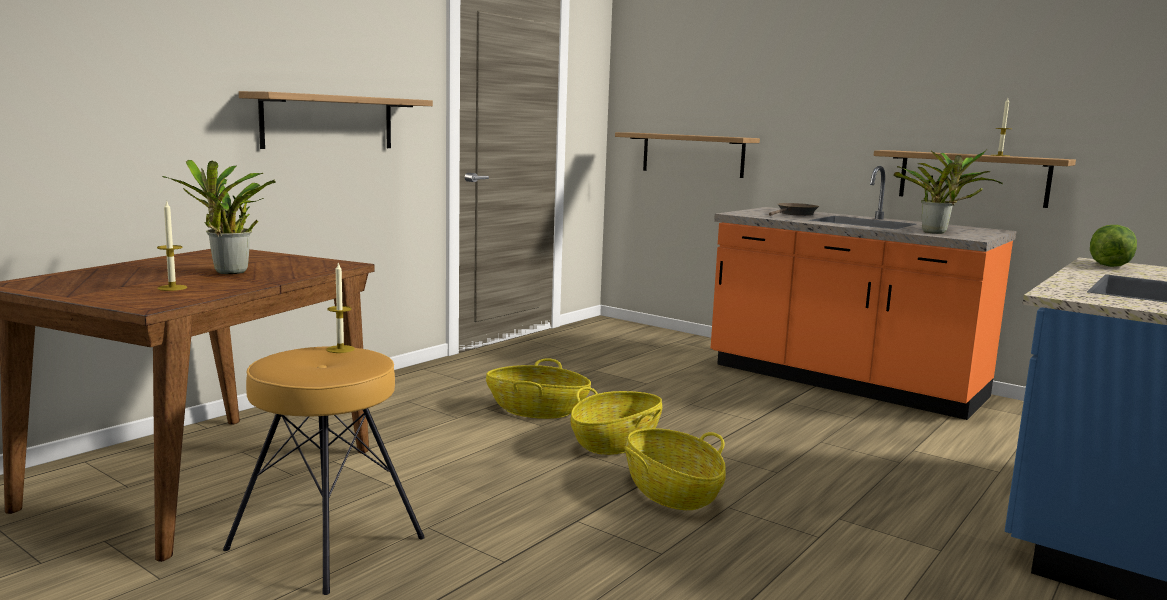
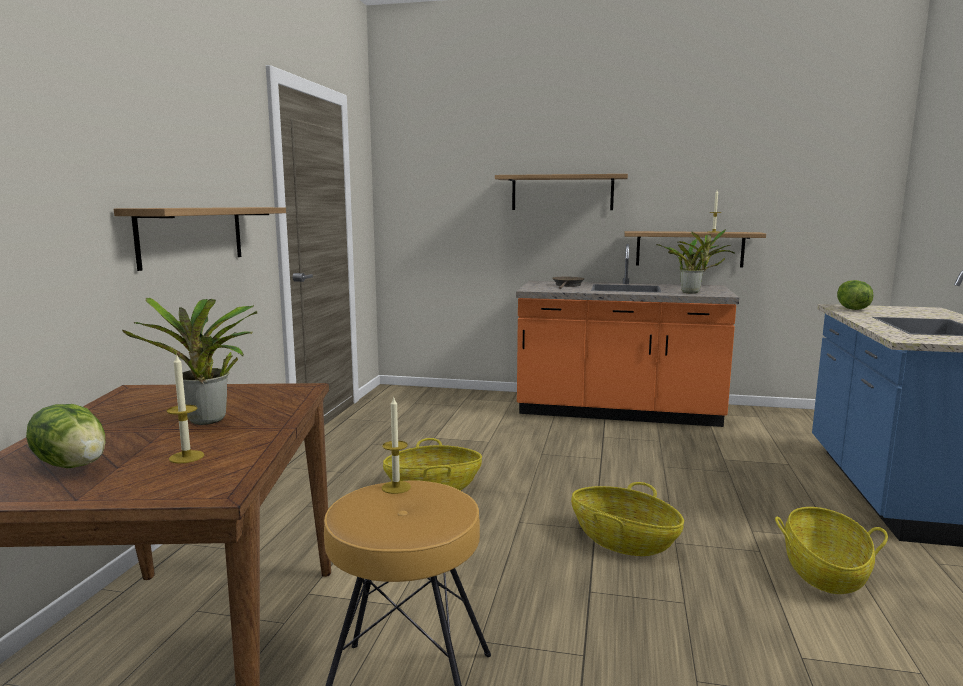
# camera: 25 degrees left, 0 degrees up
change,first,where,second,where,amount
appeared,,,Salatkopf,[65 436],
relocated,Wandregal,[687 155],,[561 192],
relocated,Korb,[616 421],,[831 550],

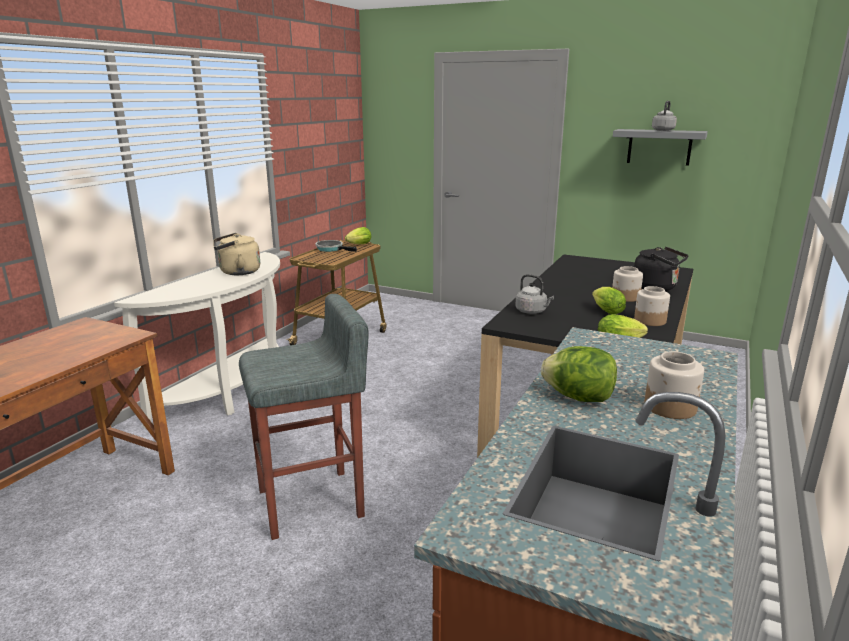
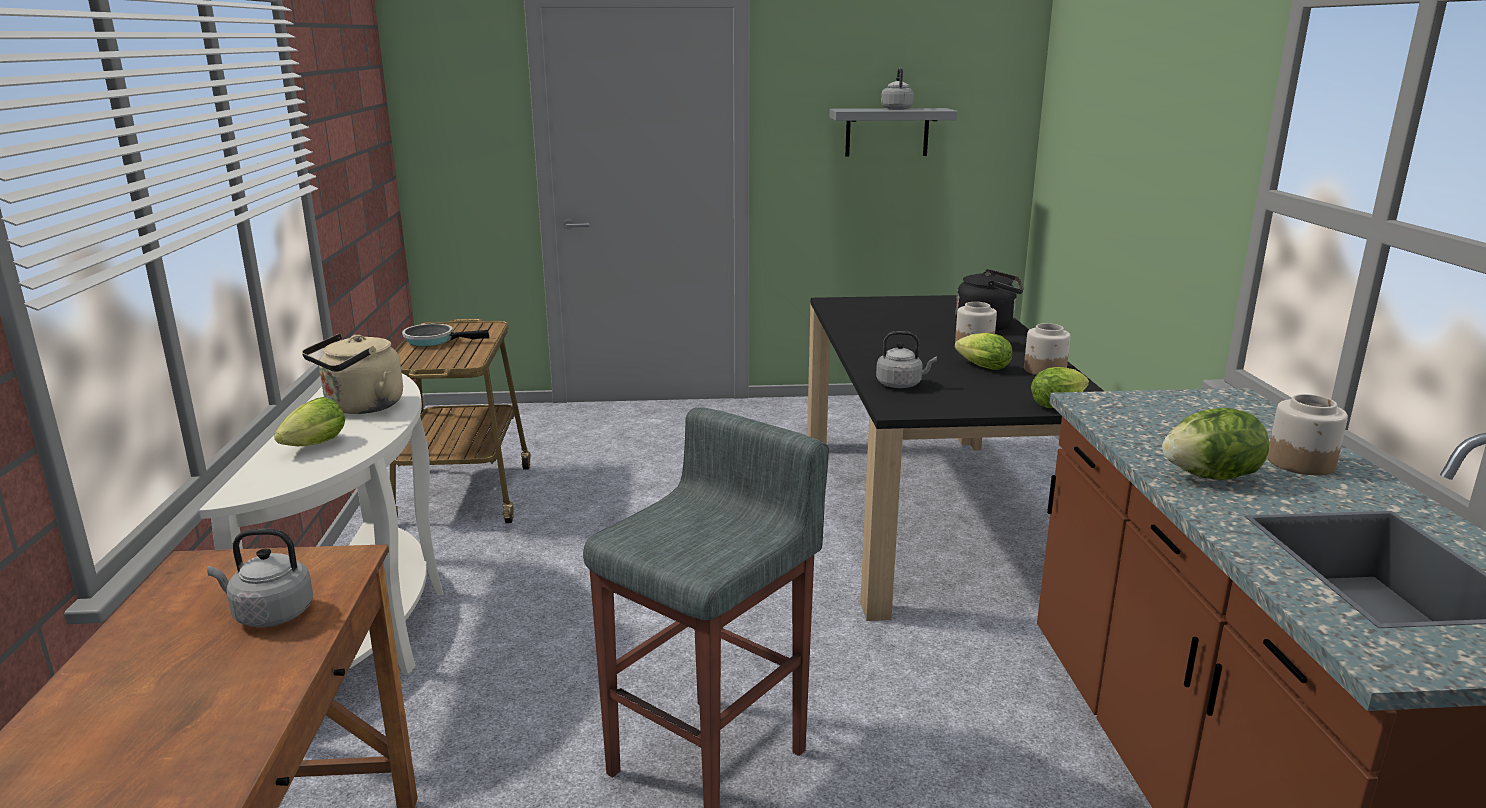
# camera: 30 degrees left, 0 degrees up
change,first,where,second,where,amount
appeared,,,Wasserkessel/grau,[260 577],
relocated,Salatkopf,[358 235],,[309 421],

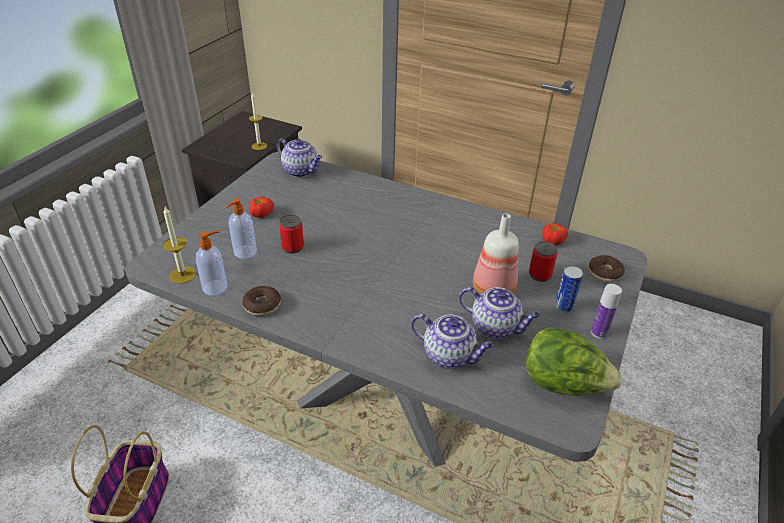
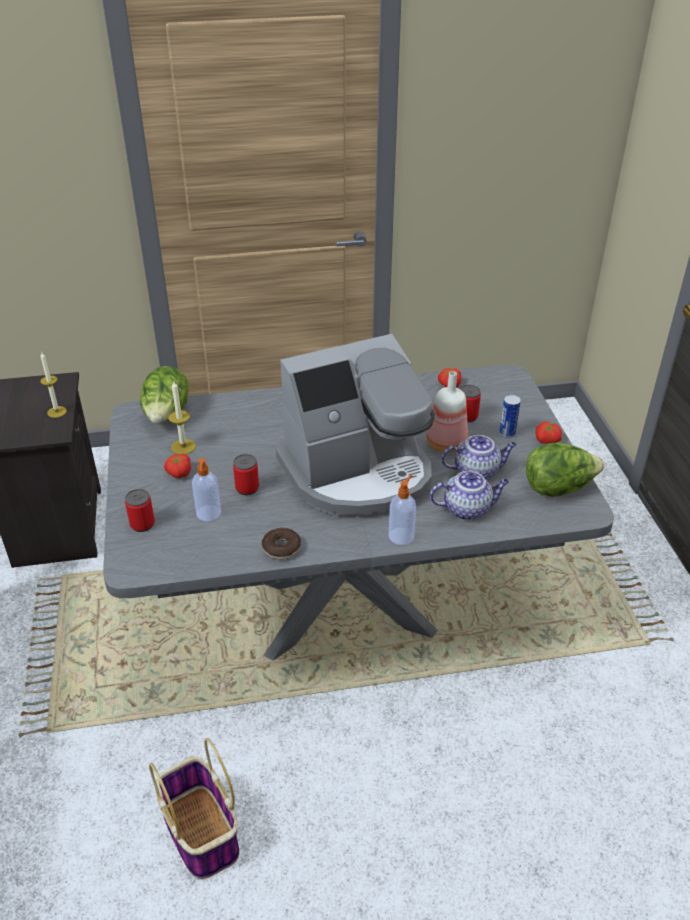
# camera: 35 degrees left, 0 degrees up
change,first,where,second,where,amount
appeared,,,Dose,[140 510],
exchanged,Teekanne,[299 157],Salatkopf,[164 394],
relocated,Kerze,[179 245],,[182 418],
appeared,,,Kaffeemaschine,[355 425],
relocated,Seifenspender,[211 263],,[402 510],
exchanged,Flasche,[606 311],Tomate,[549 432],
missing,Donut,[606 268],,,

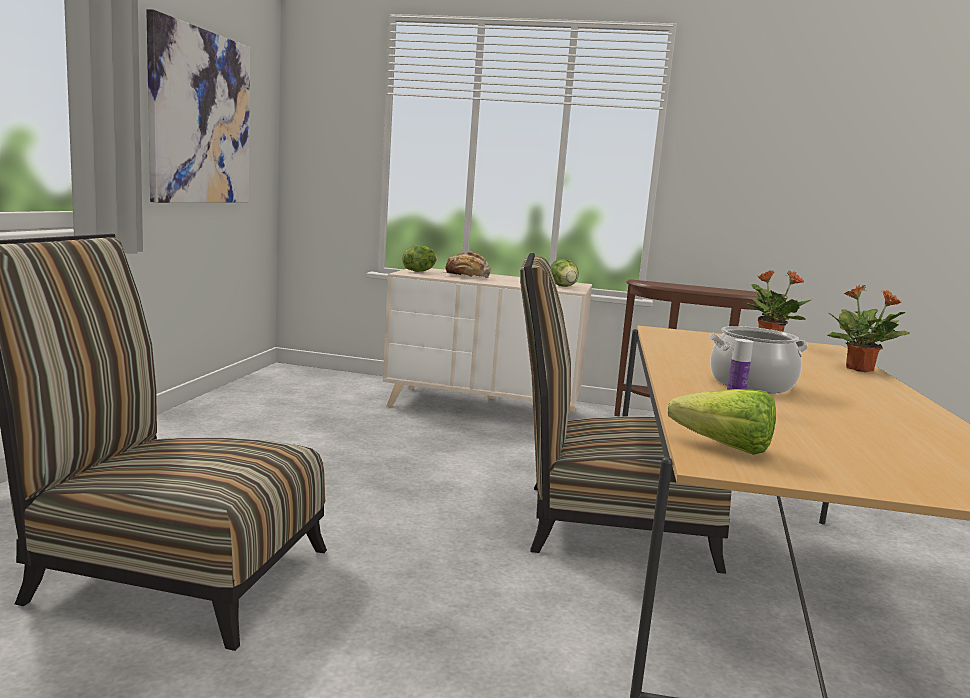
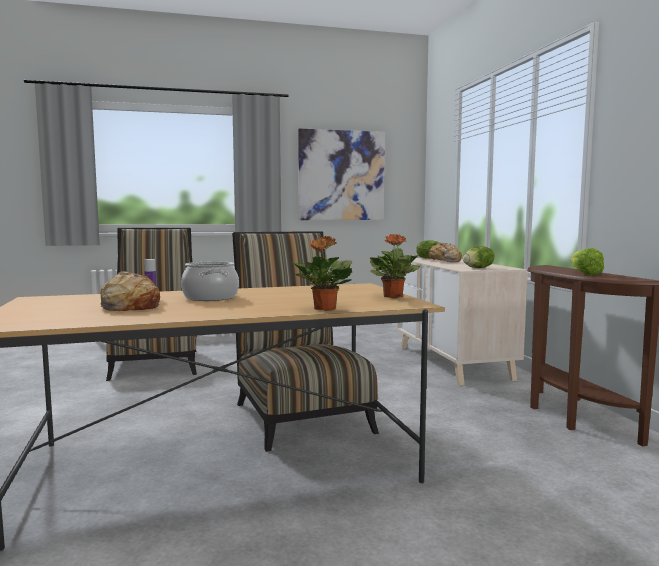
# camera: 65 degrees right, 5 degrees down
change,first,where,second,where,amount
appeared,,,Brot,[130 291],
relocated,Salatkopf,[722 422],,[587 262],

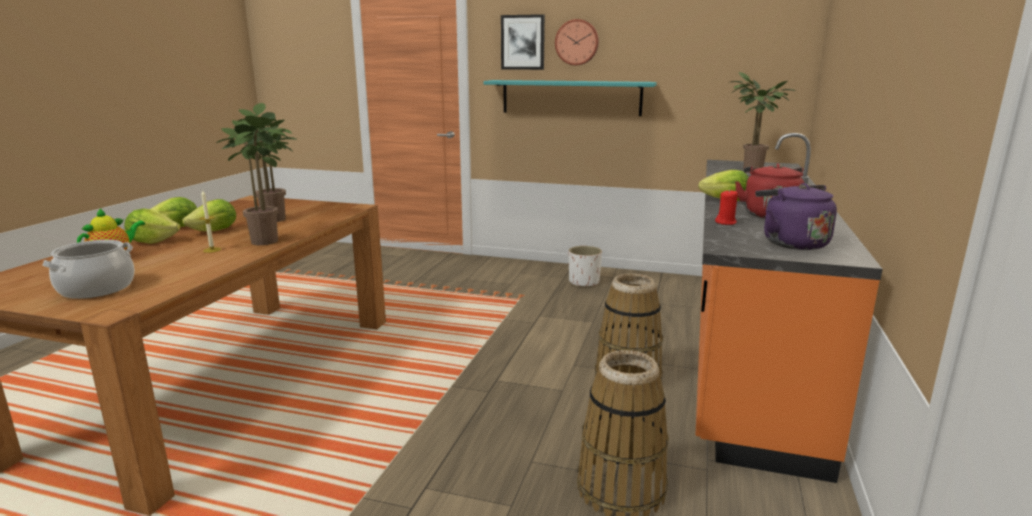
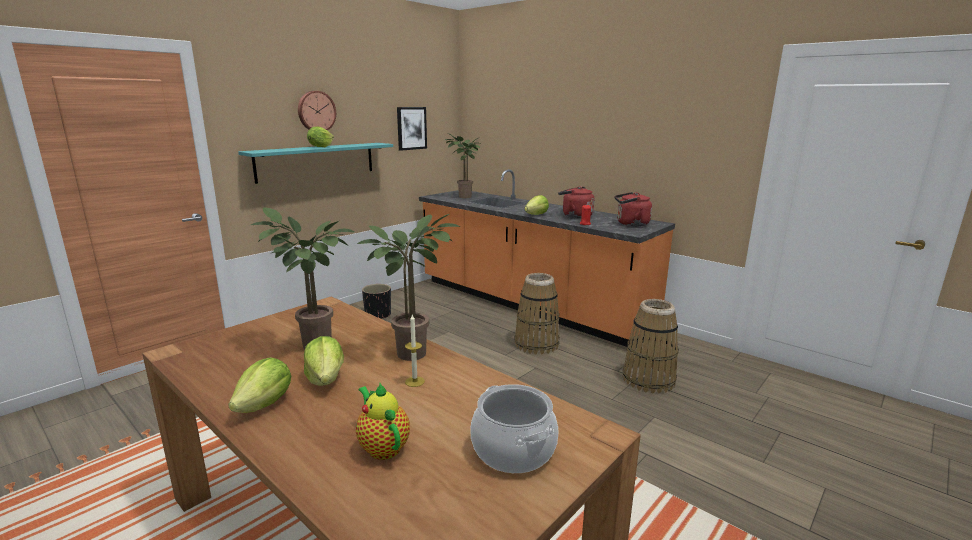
# camera: 65 degrees left, 0 degrees up
change,first,where,second,where,amount
relocated,Salatkopf,[152 226],,[320 137],
colour,Pflanzkübel/weiß,[585 266],Pflanzkübel/schwarz,[376 301],
relocated,Bild,[523 42],,[412 129],
colour,Wasserkessel/lila,[796 216],Wasserkessel/rot,[633 209],

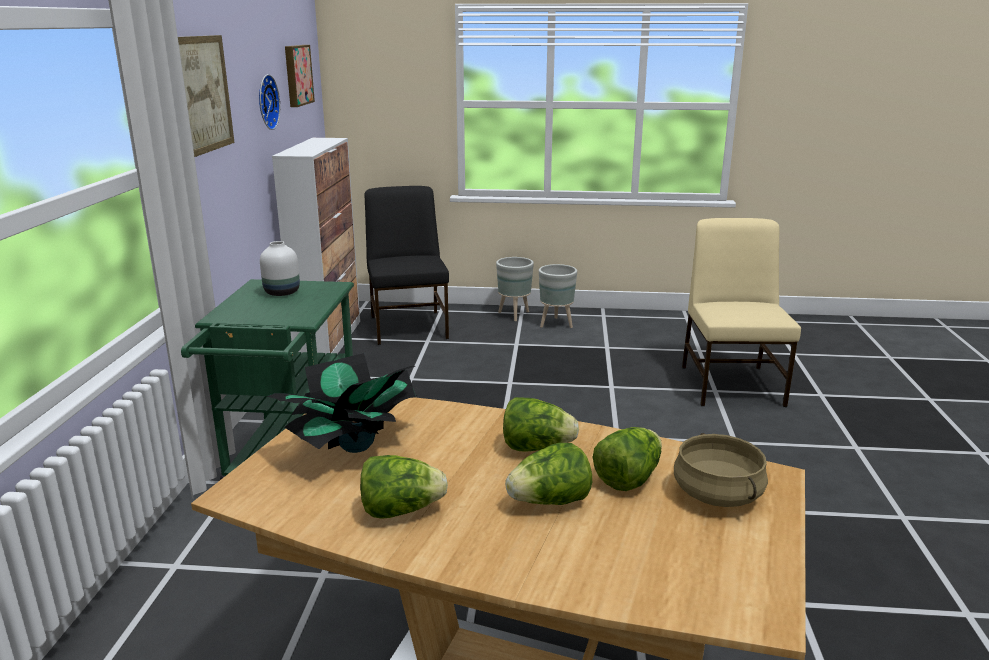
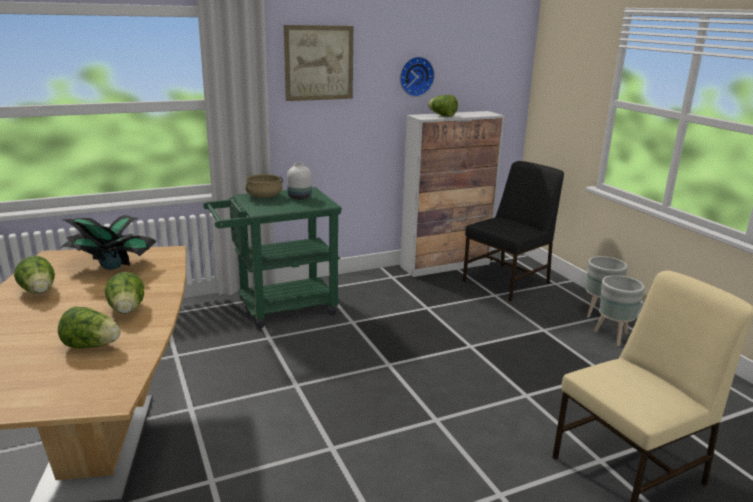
# camera: 60 degrees right, 0 degrees up
change,first,where,second,where,amount
relocated,Kochtopf/beige,[721 470],,[264 186],
relocated,Salatkopf,[548 474],,[443 106],
missing,Bild,[300 76],,,

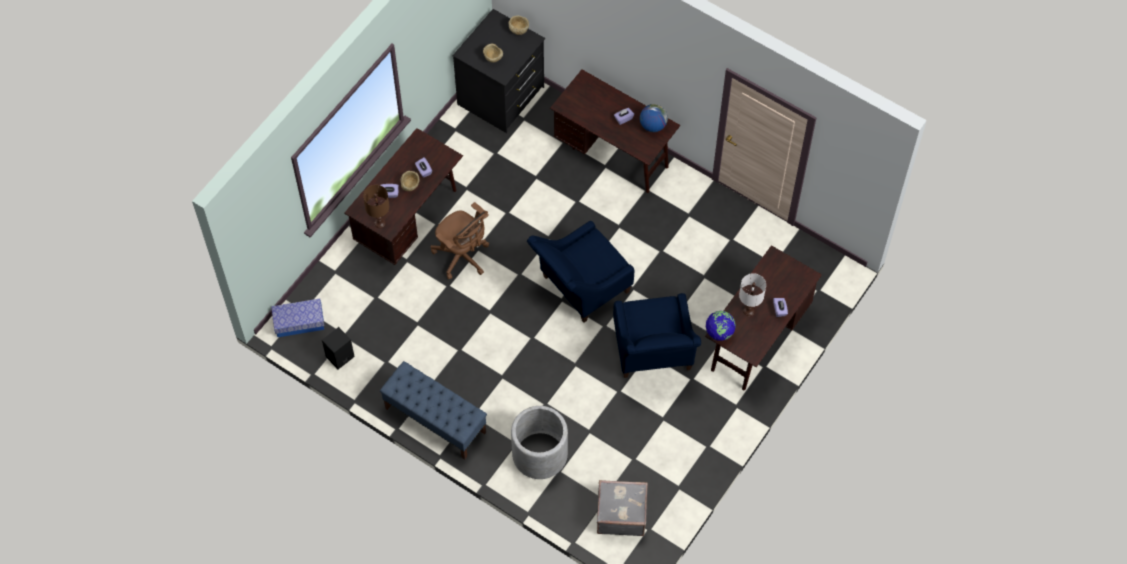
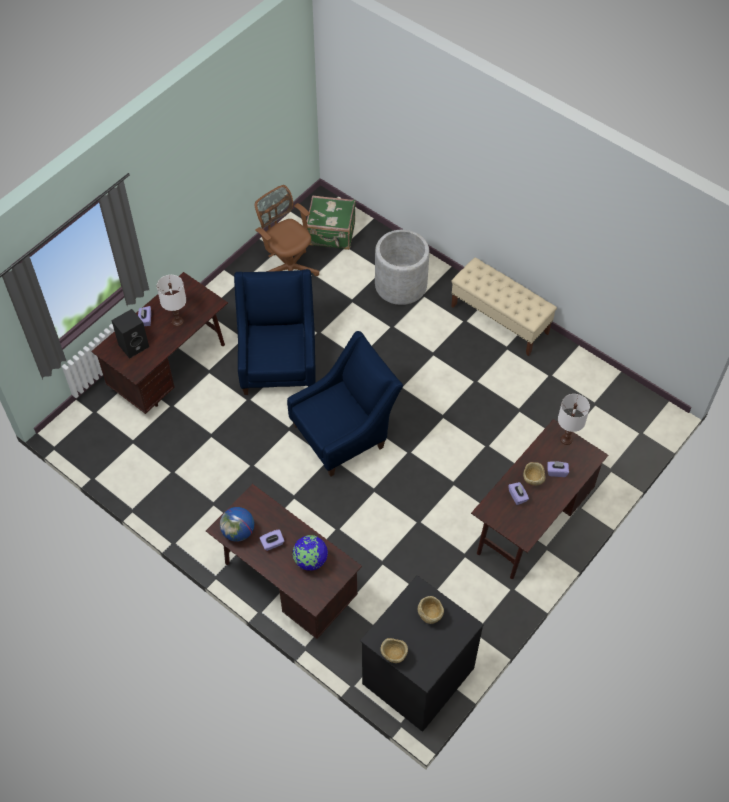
# camera: 175 degrees left, 5 degrees down
change,first,where,second,where,amount
relocated,Lautsprecher/schwarz,[338 348],,[130 334],
relocated,Bürostuhl/braun,[460 241],,[286 230],
relocated,Globus,[721 326],,[310 553],
colour,Koffer/grau,[622 508],Koffer/grün,[331 222],
colour,Bank/blau,[433 410],Bank/beige,[504 306],
colour,Tischlampe/braun,[376 206],Tischlampe/weiß,[574 419],
missing,Aufbewahrungsbox,[297 318],,,

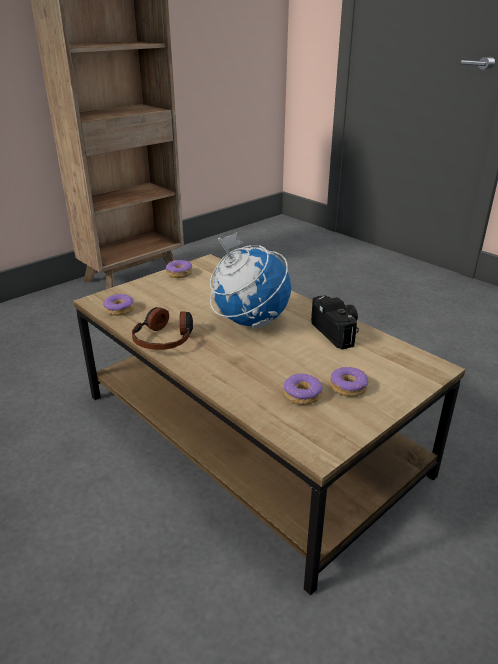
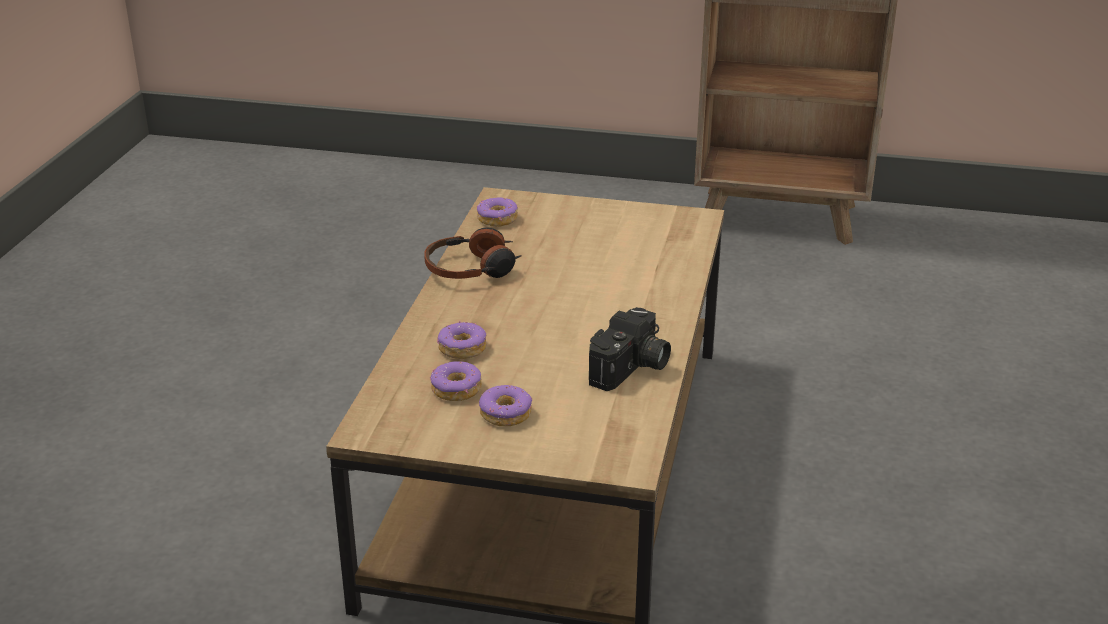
# camera: 55 degrees right, 0 degrees up
change,first,where,second,where,amount
relocated,Donut,[179 269],,[462 340],
missing,Globus,[250 280],,,

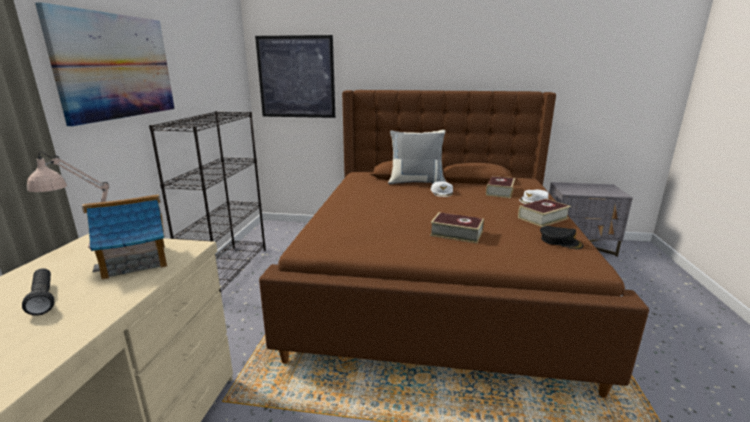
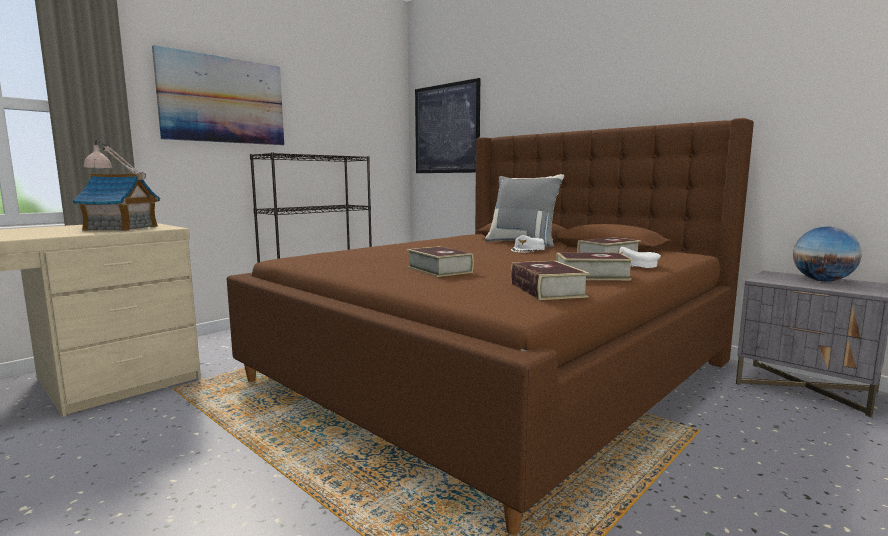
# camera: 35 degrees right, 10 degrees down
change,first,where,second,where,amount
exchanged,Kappe/schwarz,[561 237],Buch,[550 280],
appeared,,,Globus,[827 254],
missing,Taschenlampe/schwarz,[38 292],,,

